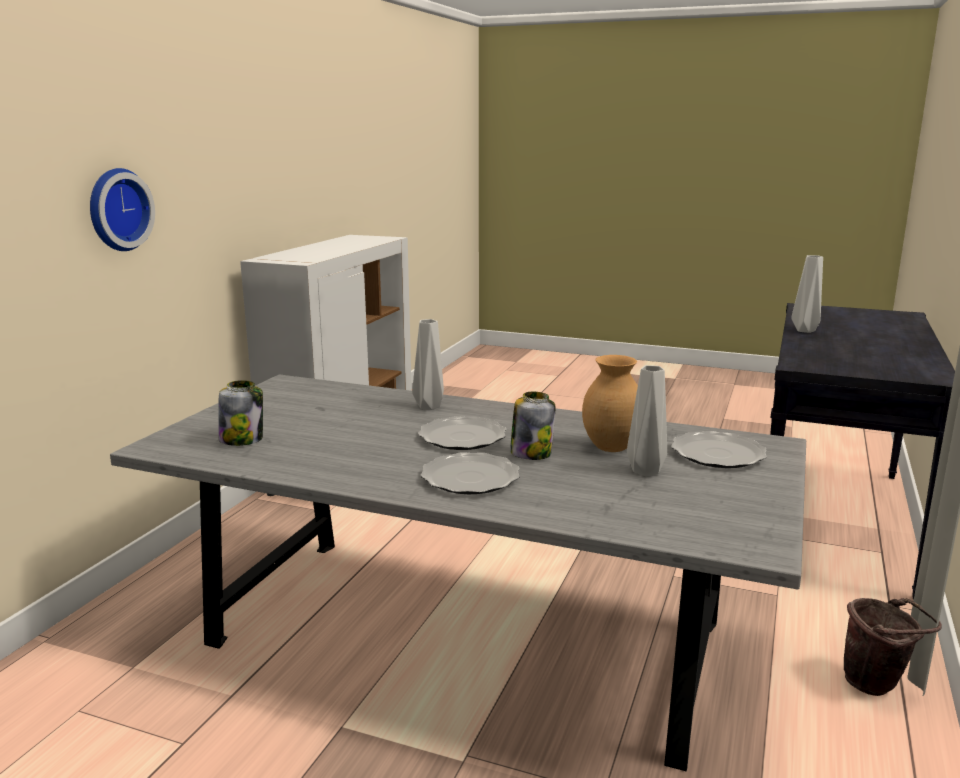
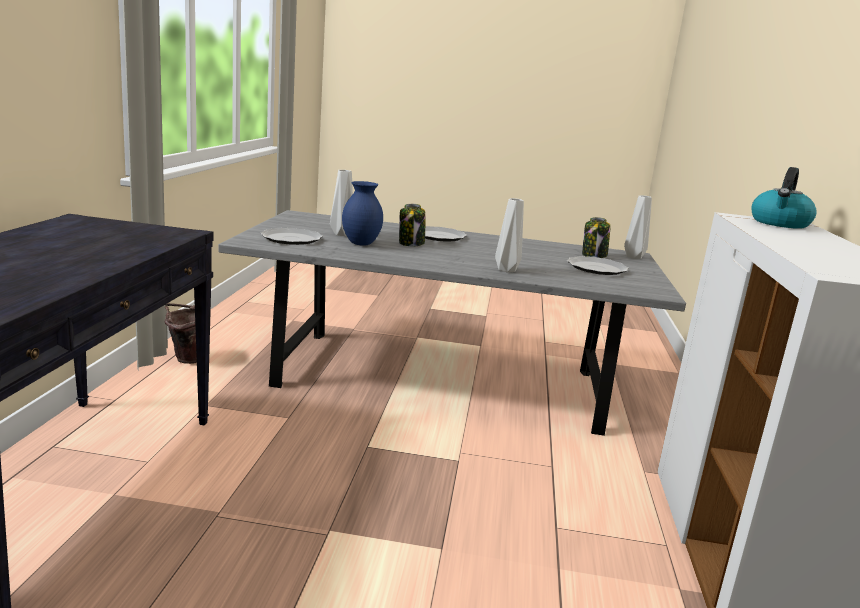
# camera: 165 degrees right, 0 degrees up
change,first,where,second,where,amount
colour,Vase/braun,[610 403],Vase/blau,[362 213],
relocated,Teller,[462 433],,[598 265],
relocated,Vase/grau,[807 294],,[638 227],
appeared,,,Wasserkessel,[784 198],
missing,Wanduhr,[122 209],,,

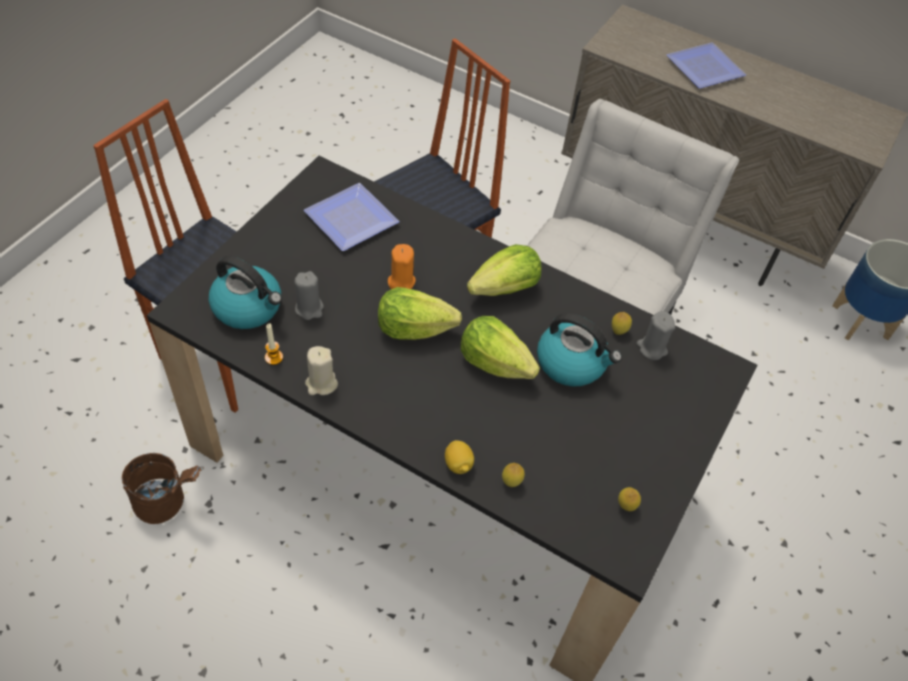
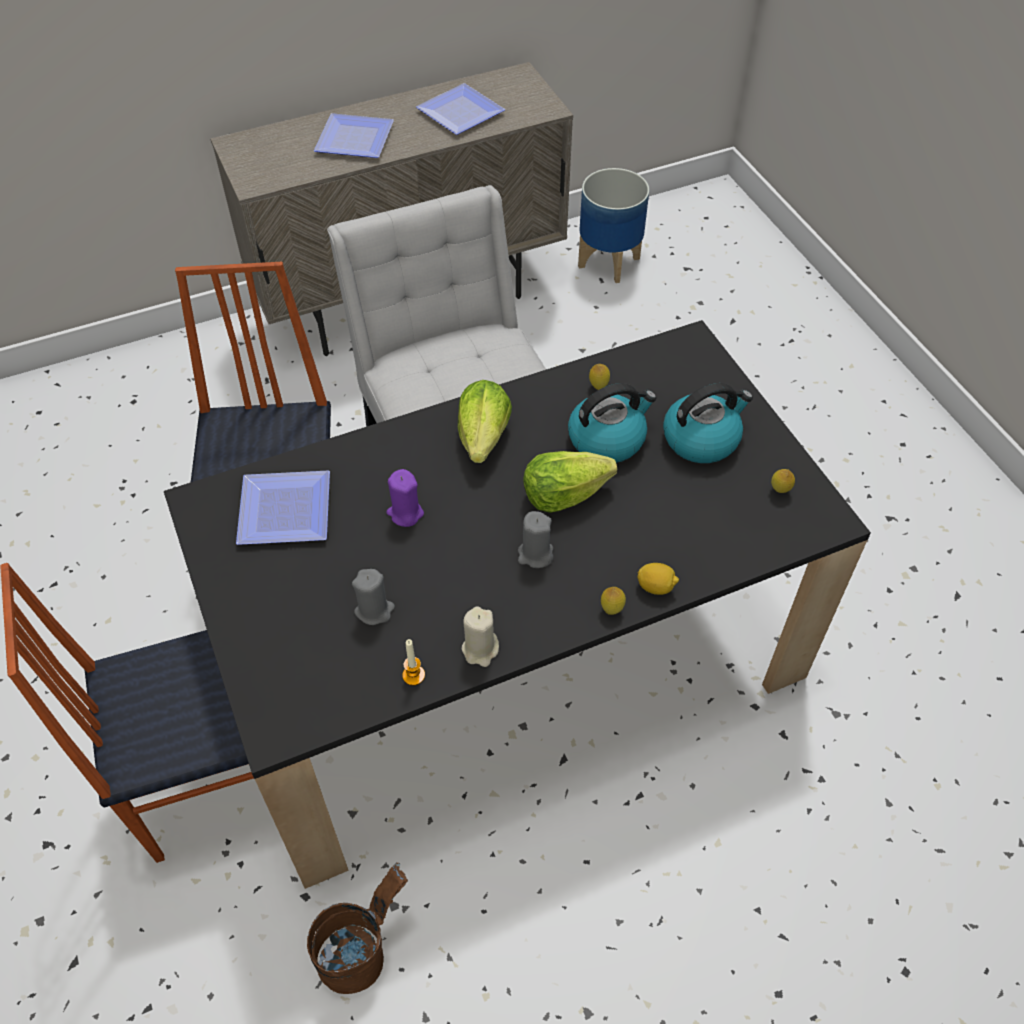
# camera: 50 degrees left, 0 degrees up
change,first,where,second,where,amount
colour,Kerze/orange,[402 266],Kerze/lila,[405 498],
appeared,,,Teller,[460 109],
relocated,Kerze/grau,[656 335],,[535 539],
relocated,Zitrone,[513 475],,[613 601],
relocated,Wasserkessel,[245 292],,[708 423],
missing,Salatkopf,[420 313],,,

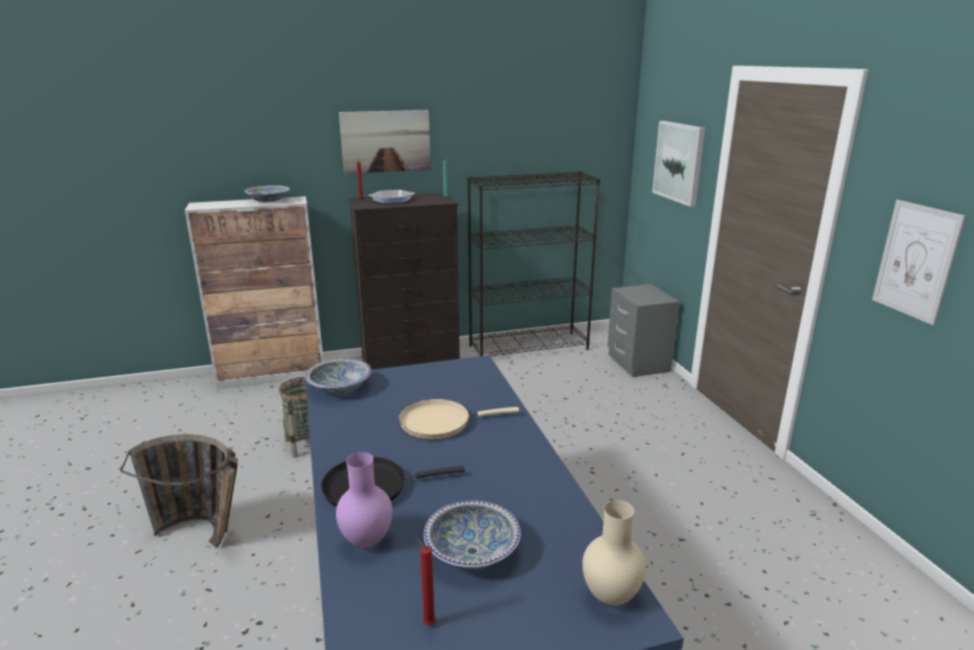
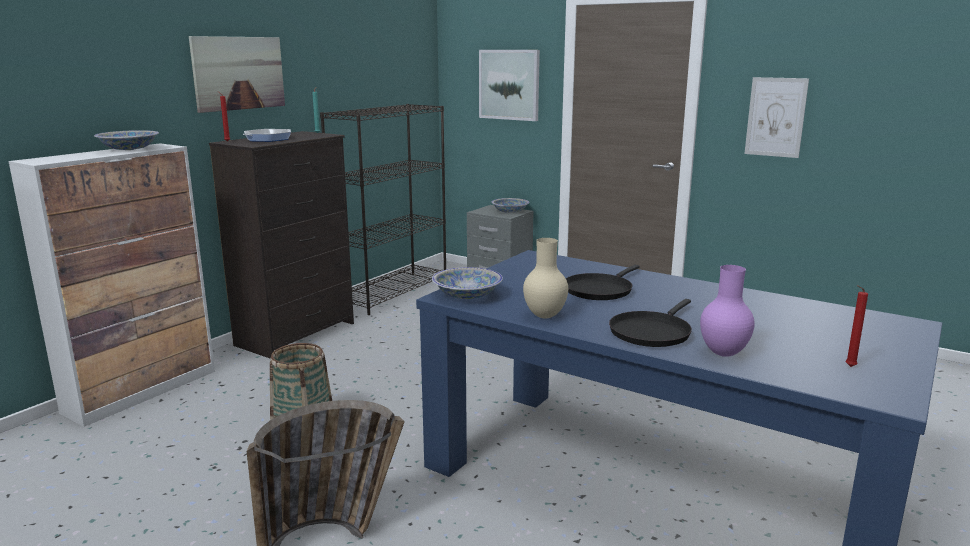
# camera: 40 degrees left, 5 degrees down
change,first,where,second,where,amount
relocated,Schüssel,[472 535],,[510 205],
relocated,Vase/beige,[614 552],,[545 278],
colour,Pfanne/beige,[459 419],Pfanne/schwarz,[603 282],

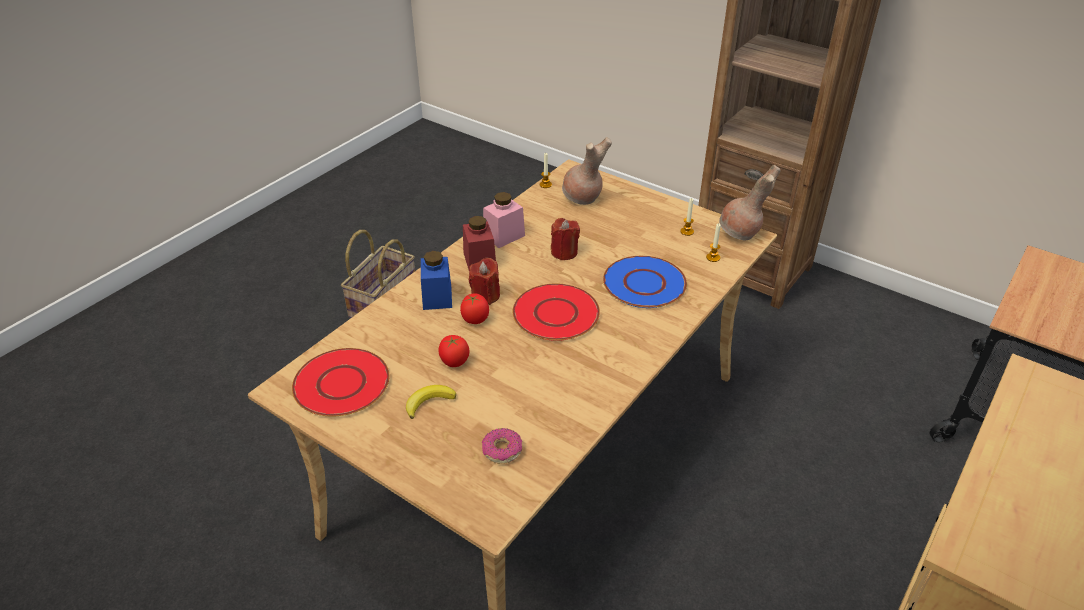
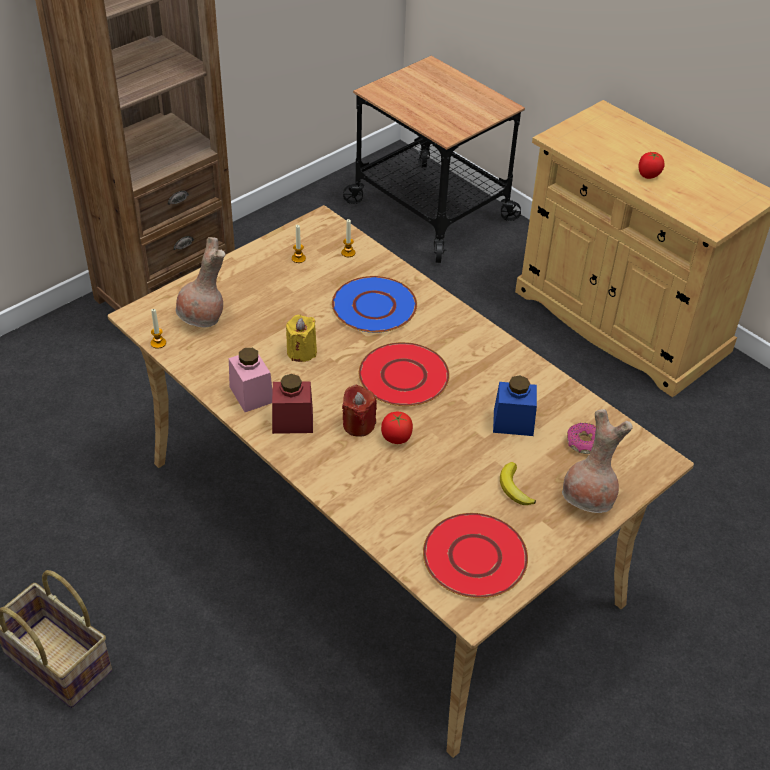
# camera: 80 degrees left, 5 degrees up
change,first,where,second,where,amount
colour,Kerze/rot,[565 239],Kerze/gelb,[301 338],
relocated,Vorratsglas/blau,[436 280],,[515 405],
relocated,Vase/braun,[750 202],,[597 461],
relocated,Tomate,[453 351],,[651 165],

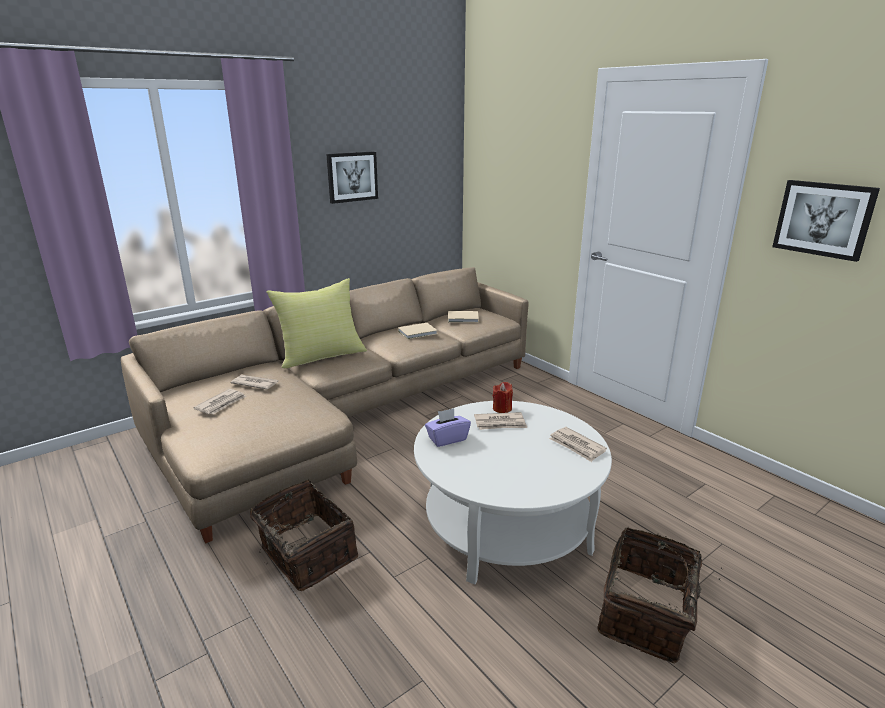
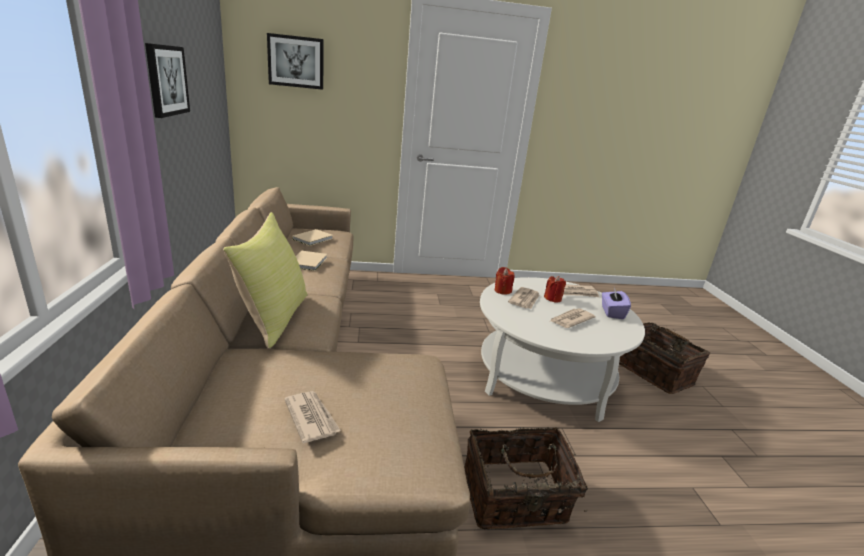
# camera: 60 degrees left, 0 degrees up
change,first,where,second,where,amount
relocated,Bild,[826 221],,[295 61],
appeared,,,Kerze/rot,[555 289],
relocated,Zeitung,[255 382],,[573 318],
relocated,Taschentuchbox/lila,[448 427],,[616 303],

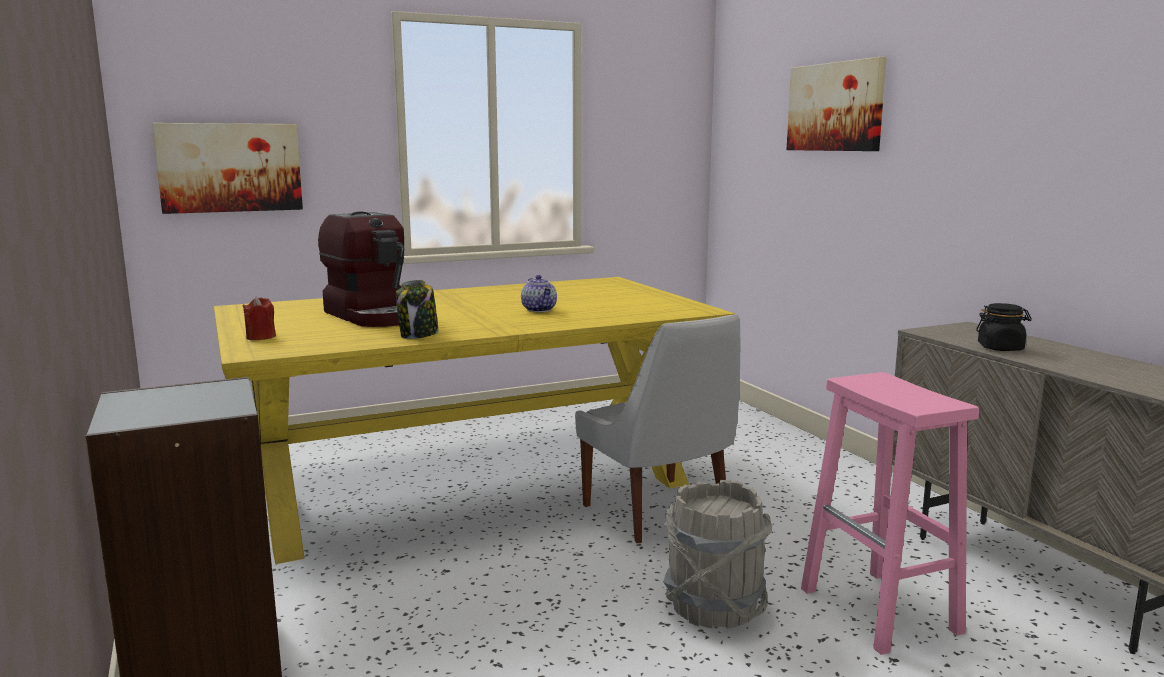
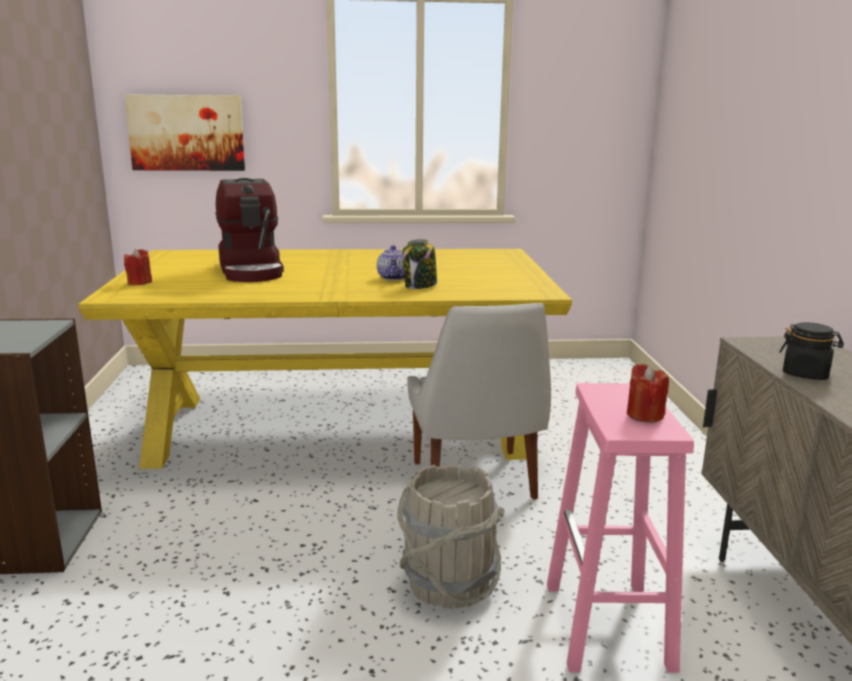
# camera: 20 degrees right, 5 degrees up
change,first,where,second,where,amount
relocated,Vorratsglas,[417 309],,[420 264],
appeared,,,Kerze/rot,[648 393],
missing,Bild,[837 104],,,

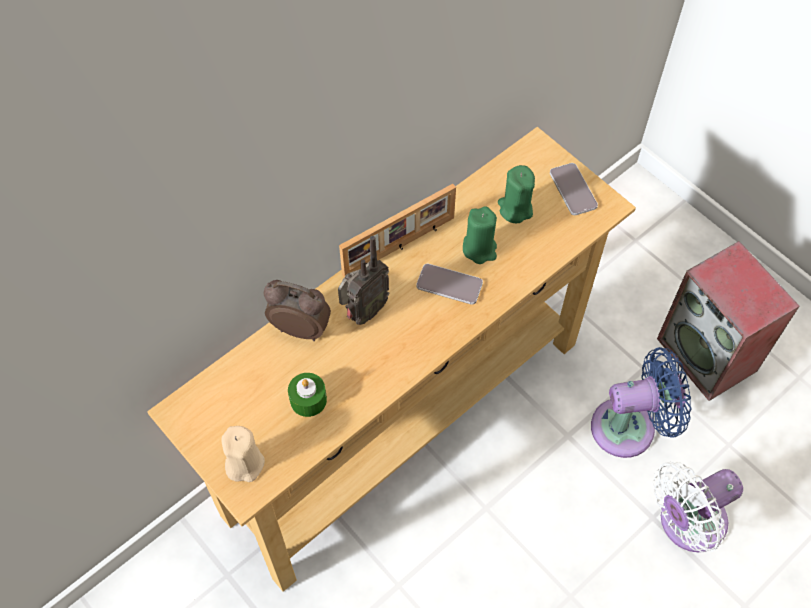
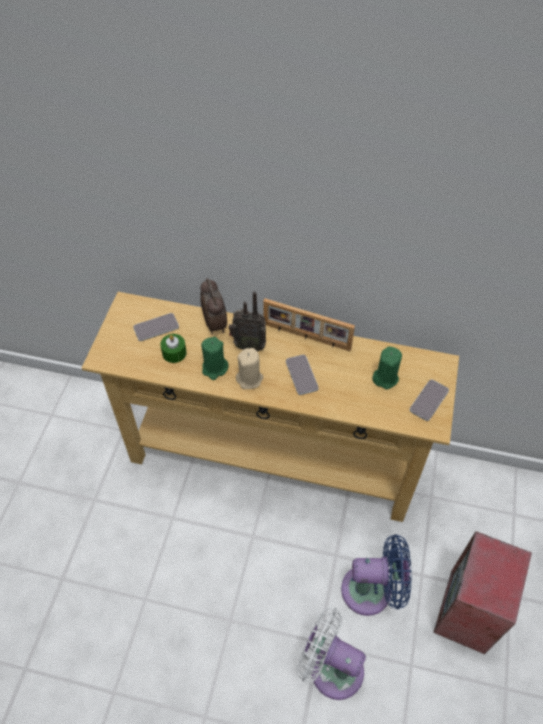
# camera: 55 degrees right, 5 degrees down
change,first,where,second,where,amount
appeared,,,Handy,[156 327],
relocated,Kerze/grün,[480 235],,[215 358],
relocated,Kerze/beige,[243 454],,[249 368],
spun,Ventilator/blau,[641 402],,[376 575],45 degrees counterclockwise

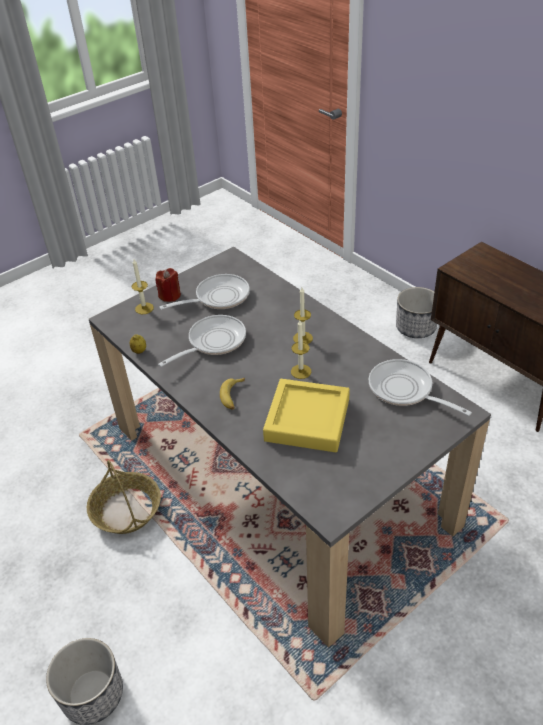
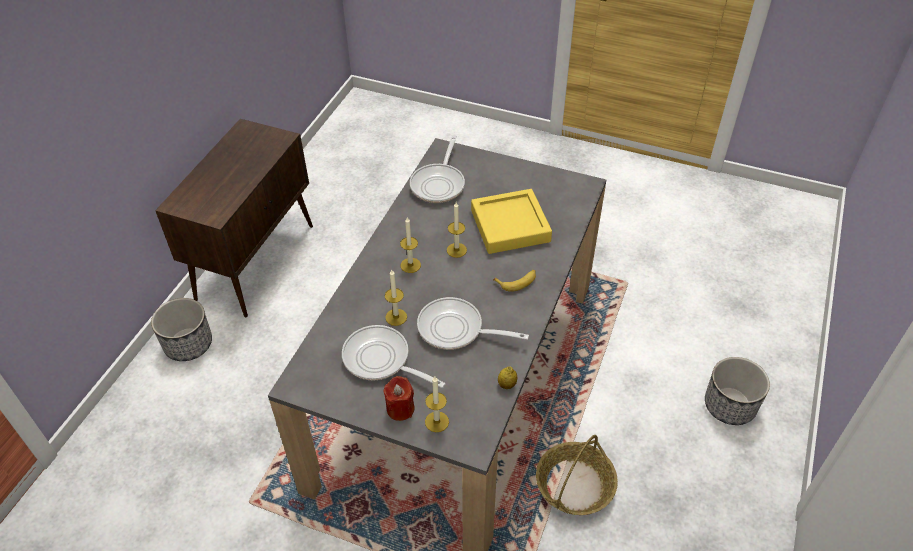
# camera: 120 degrees left, 5 degrees up
change,first,where,second,where,amount
appeared,,,Kerze,[396 298],

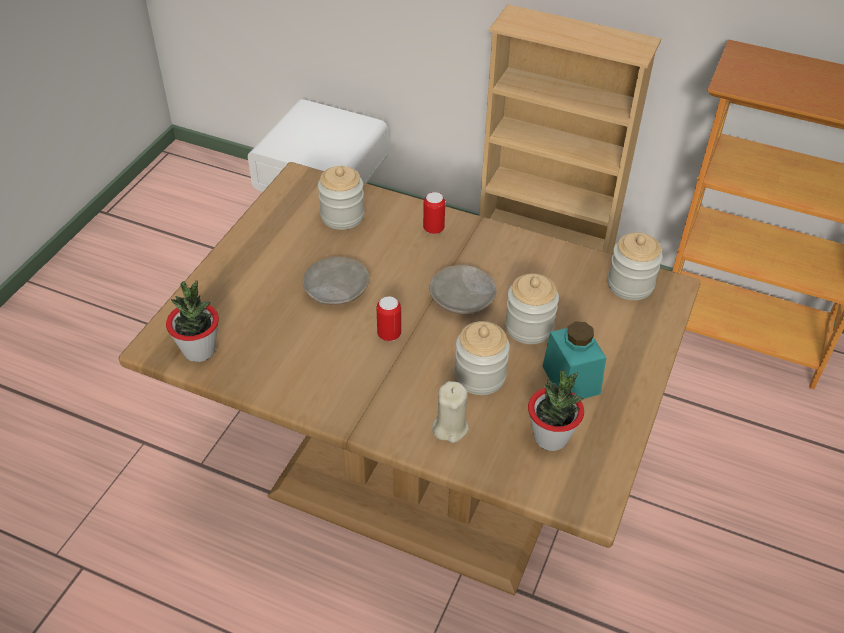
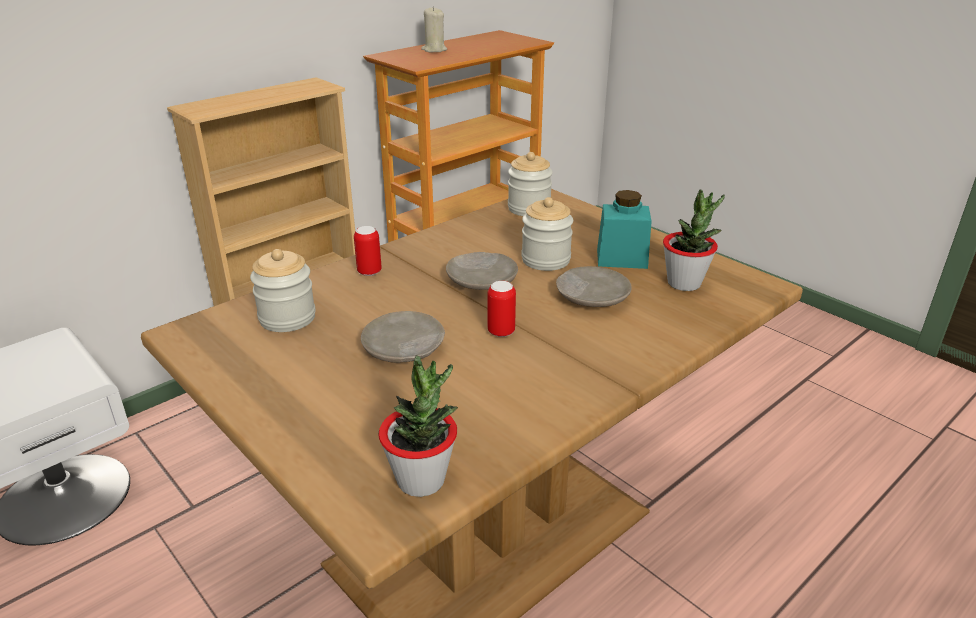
# camera: 65 degrees left, 15 degrees down
change,first,where,second,where,amount
relocated,Kerze/beige,[450 412],,[434 29],
exchanged,Vorratsglas,[482 358],Teller/beige,[594 286],

